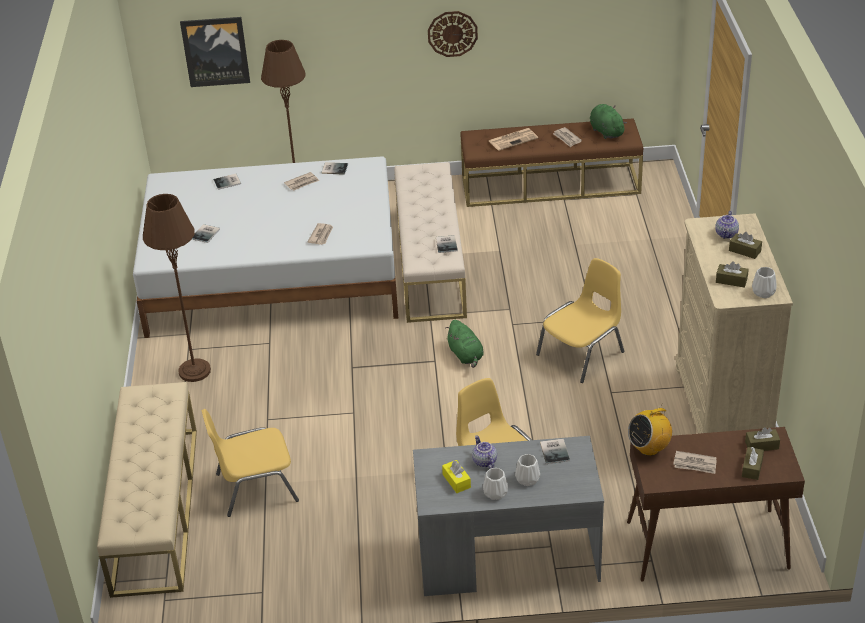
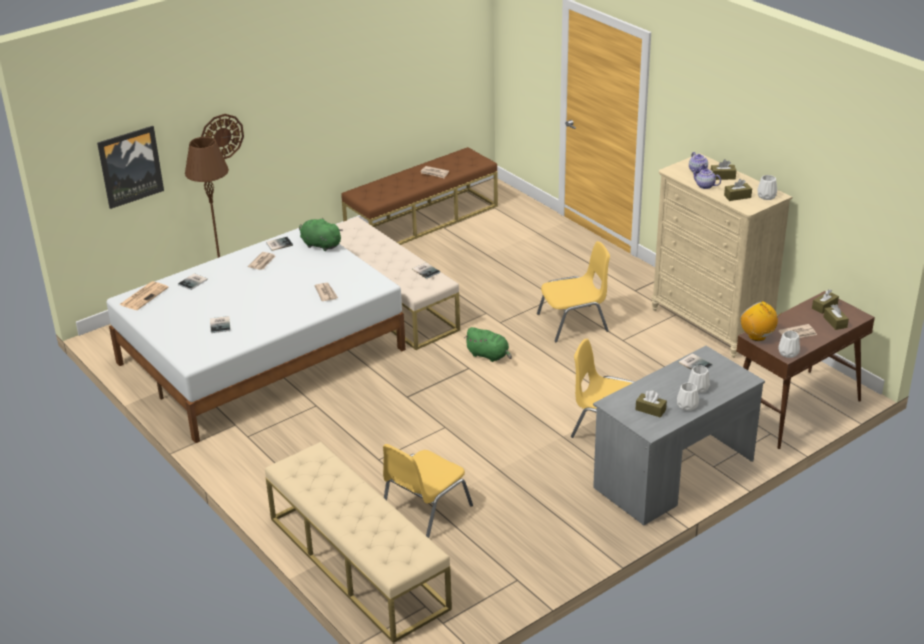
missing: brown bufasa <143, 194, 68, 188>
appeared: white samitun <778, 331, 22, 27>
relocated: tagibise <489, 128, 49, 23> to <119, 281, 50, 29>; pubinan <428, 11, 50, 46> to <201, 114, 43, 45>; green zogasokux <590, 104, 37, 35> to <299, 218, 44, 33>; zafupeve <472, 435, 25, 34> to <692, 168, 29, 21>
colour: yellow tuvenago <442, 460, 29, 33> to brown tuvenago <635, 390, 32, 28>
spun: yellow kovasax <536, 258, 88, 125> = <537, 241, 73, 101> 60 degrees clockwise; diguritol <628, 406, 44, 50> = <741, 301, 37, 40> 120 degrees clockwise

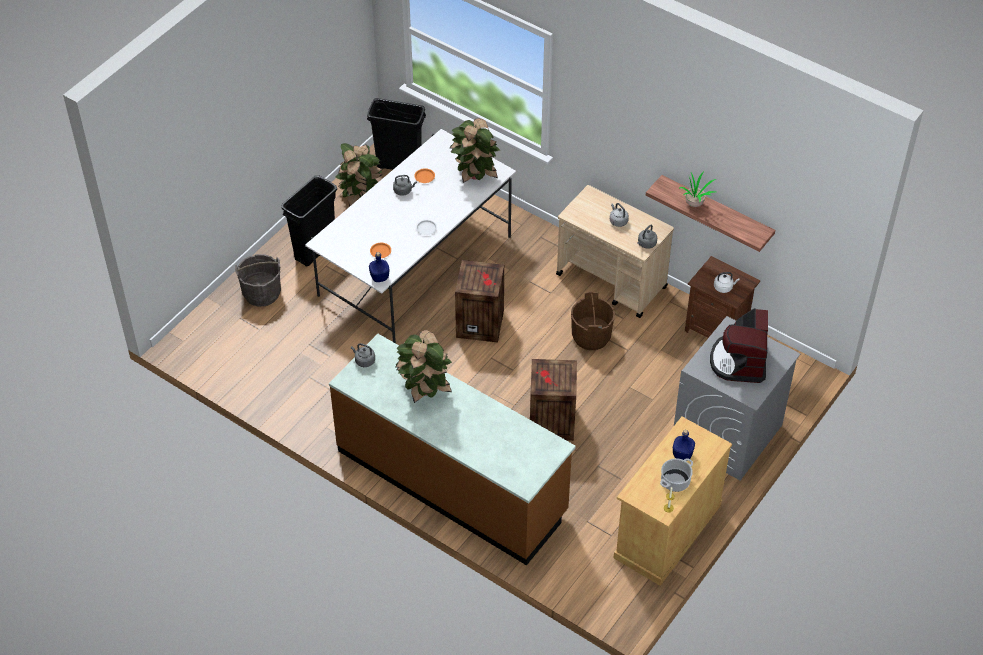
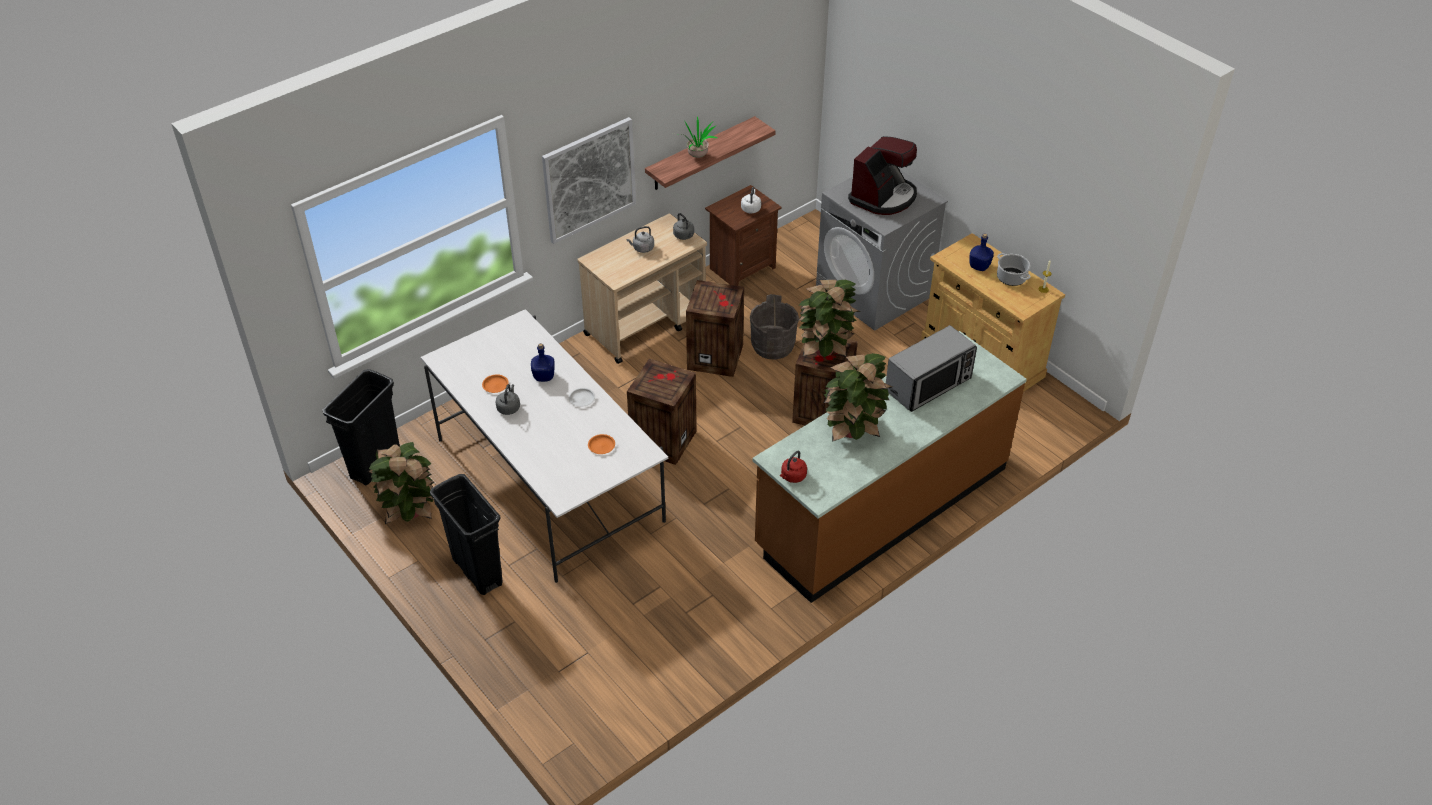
appeared: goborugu <542, 117, 94, 127>; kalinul <886, 325, 91, 87>
relocated: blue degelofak <369, 252, 20, 30> to <531, 343, 24, 39>; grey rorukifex <235, 254, 46, 52> to <750, 294, 49, 66>; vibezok <450, 118, 50, 65> to <798, 280, 62, 77>
exchanged: brown rorukifex <571, 291, 44, 59> to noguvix <686, 280, 58, 97>
colour: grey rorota <351, 343, 24, 24> to red rorota <780, 451, 27, 32>
spun: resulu <710, 308, 58, 75> = <848, 136, 69, 79> 75 degrees counterclockwise

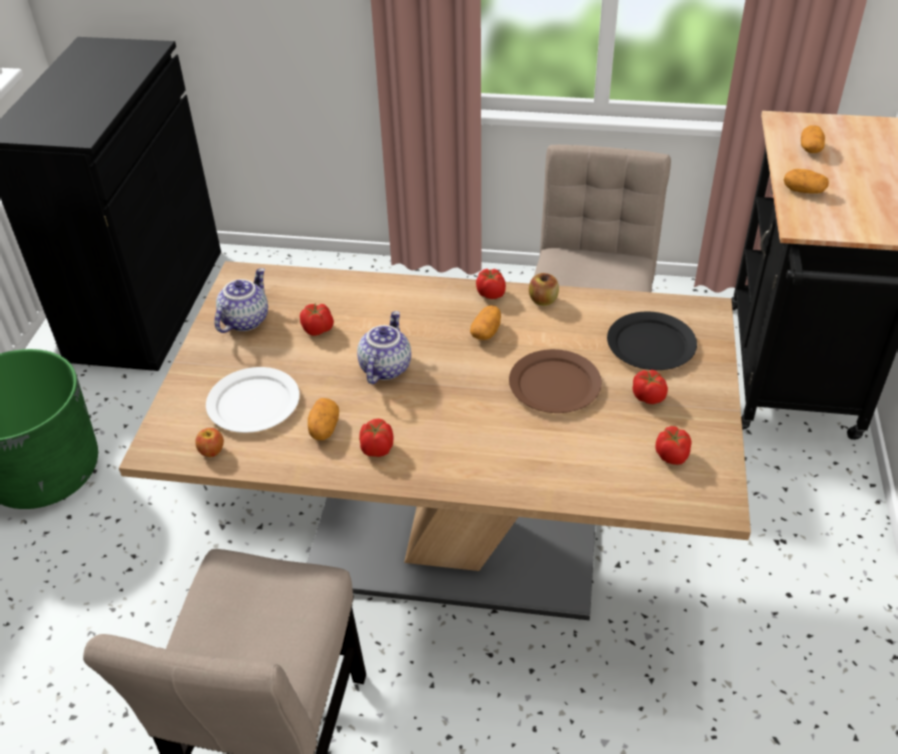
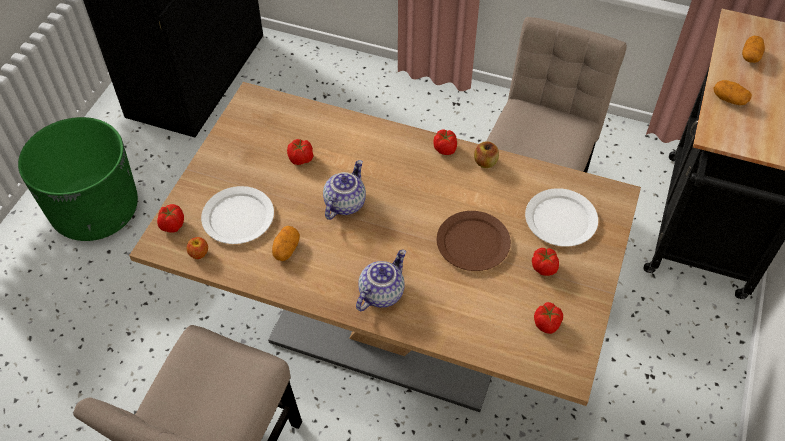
missing: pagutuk <470, 305, 31, 35>
relocated: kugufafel <359, 419, 35, 38> to <157, 204, 27, 29>; zafupeve <214, 268, 54, 65> to <356, 250, 50, 61>
colour: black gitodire <607, 312, 90, 58> to white gitodire <525, 188, 73, 59>

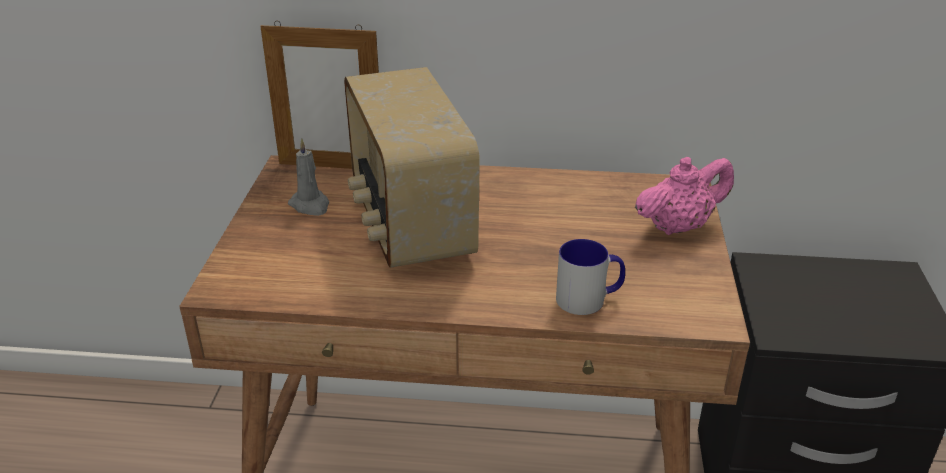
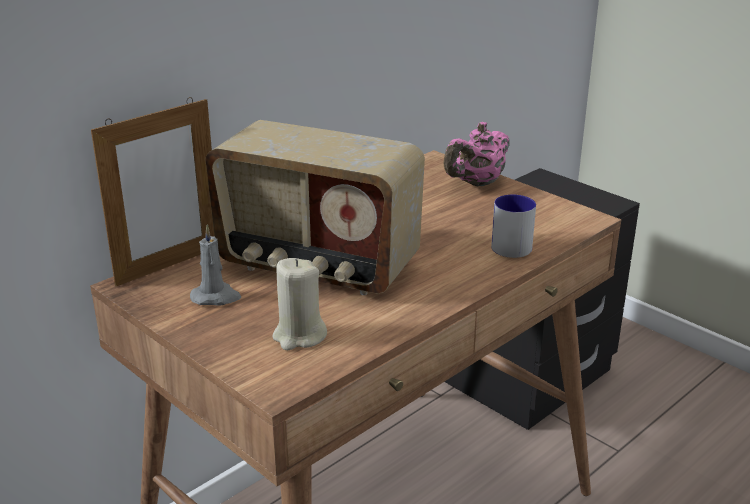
appeared: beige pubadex <272, 258, 55, 92>
spun: pink zafupeve <635, 157, 99, 78> = <443, 122, 67, 64> 150 degrees counterclockwise

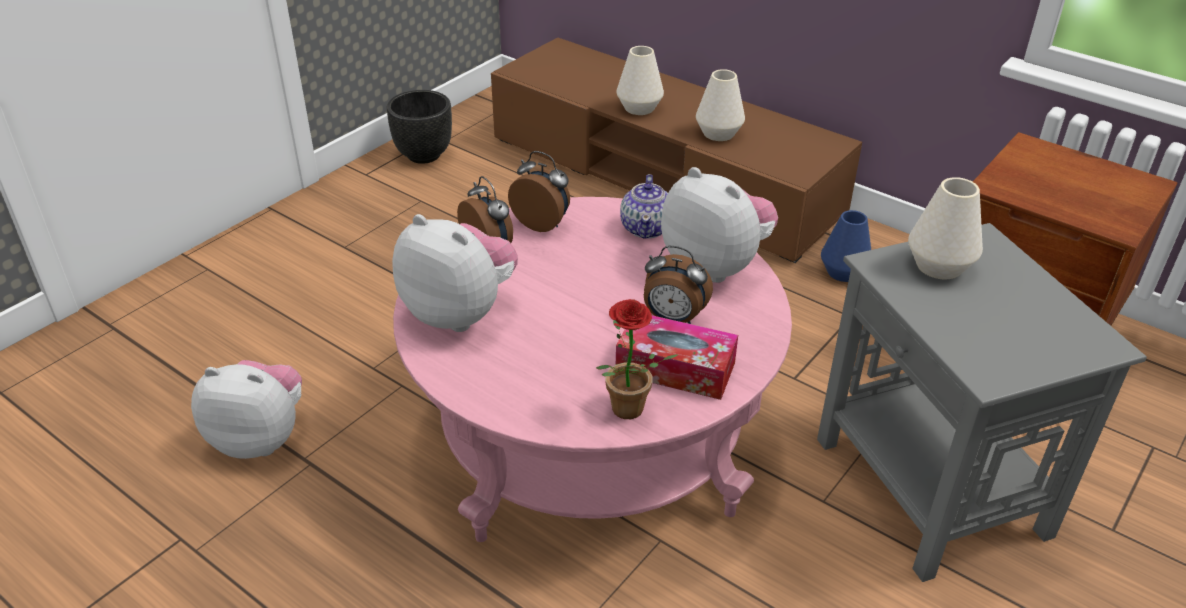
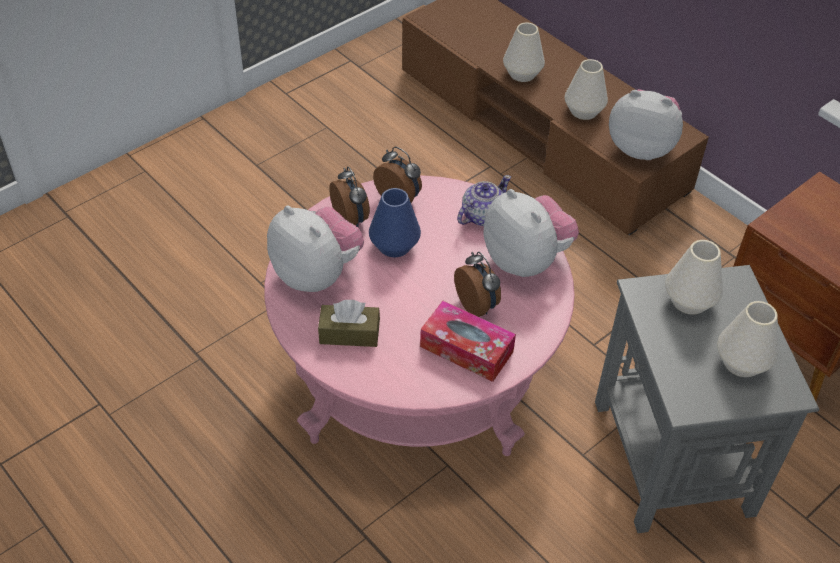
missing: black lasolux <387, 90, 65, 74>; vibezok <596, 299, 83, 120>
appeared: brown tuvenago <318, 300, 62, 47>; white samitun <717, 301, 61, 76>
relocated: blue samitun <821, 210, 50, 72> to <369, 188, 52, 69>; zogasokux <191, 360, 111, 99> to <609, 89, 74, 71>
spun: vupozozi <644, 246, 69, 78> = <454, 252, 47, 65> 150 degrees counterclockwise; zafupeve <620, 174, 48, 65> = <457, 175, 54, 51> 150 degrees counterclockwise

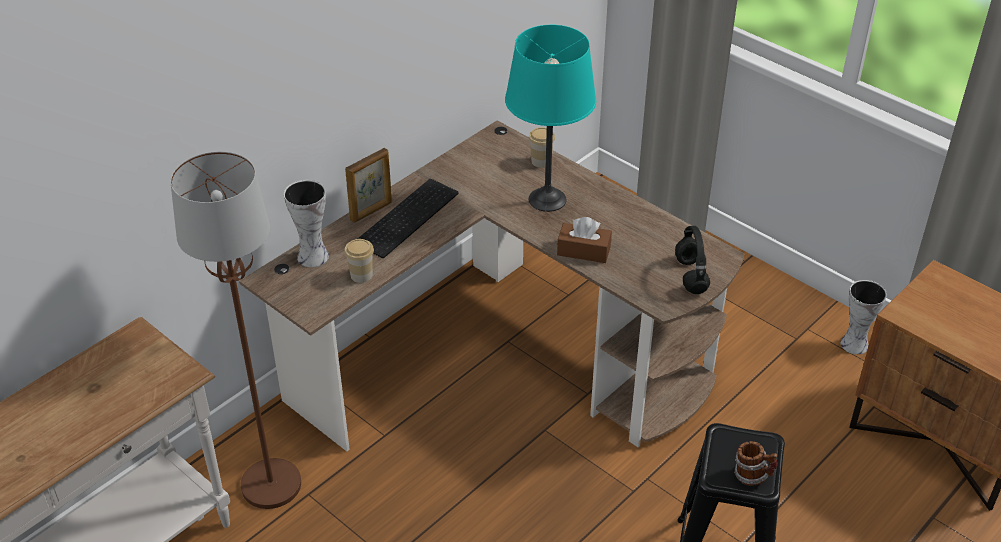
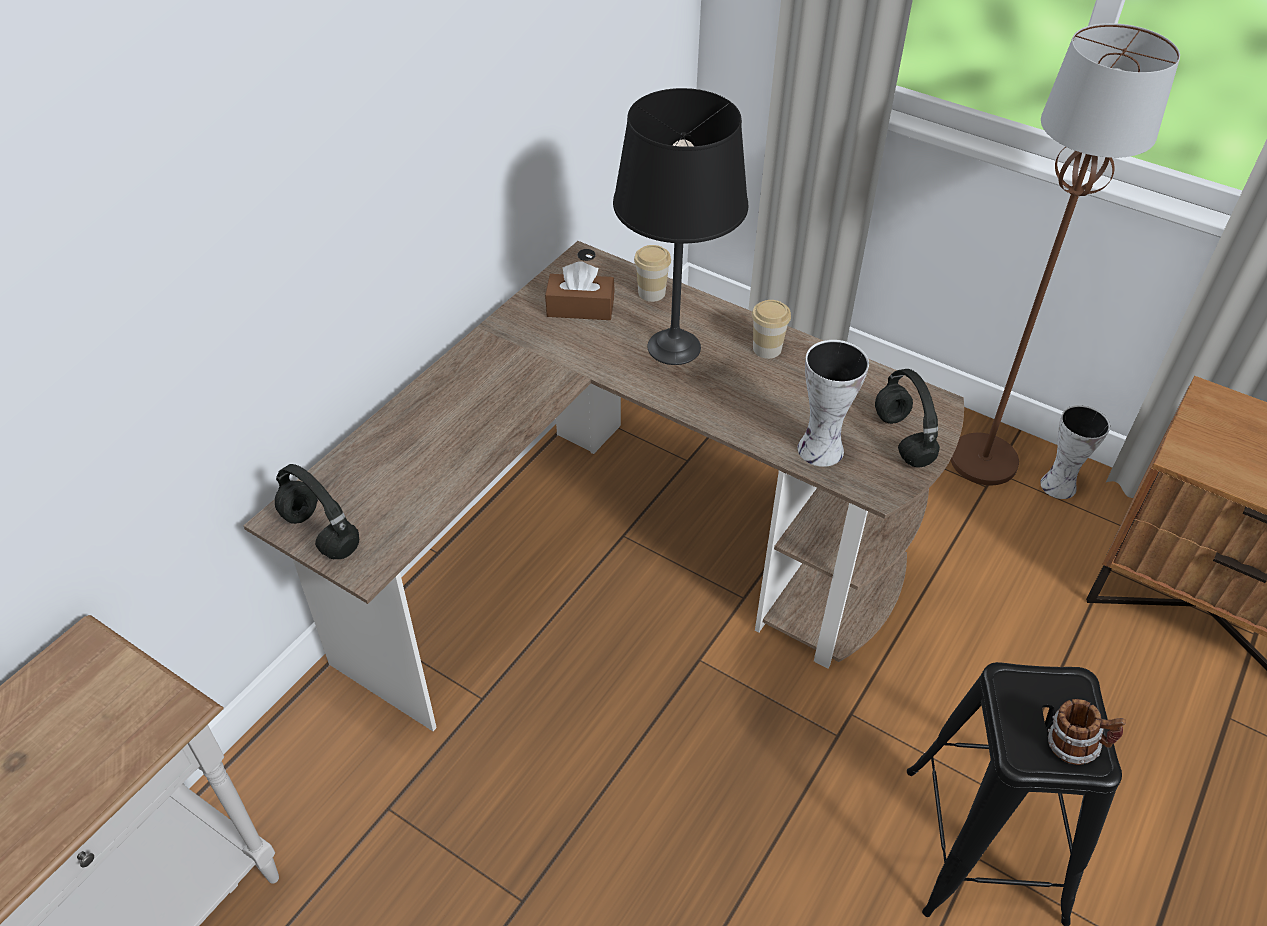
missing: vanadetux <345, 148, 47, 75>; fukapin <358, 179, 101, 79>
appeared: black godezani <275, 464, 84, 95>
relocated: brown tuvenago <557, 217, 55, 46> to <545, 261, 70, 59>; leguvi <344, 239, 30, 44> to <752, 300, 39, 59>; samitun <284, 180, 45, 87> to <798, 340, 71, 127>; brown bufasa <170, 151, 131, 358> to <951, 23, 229, 462>
colour: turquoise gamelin <505, 25, 91, 187> to black gamelin <613, 88, 135, 277>

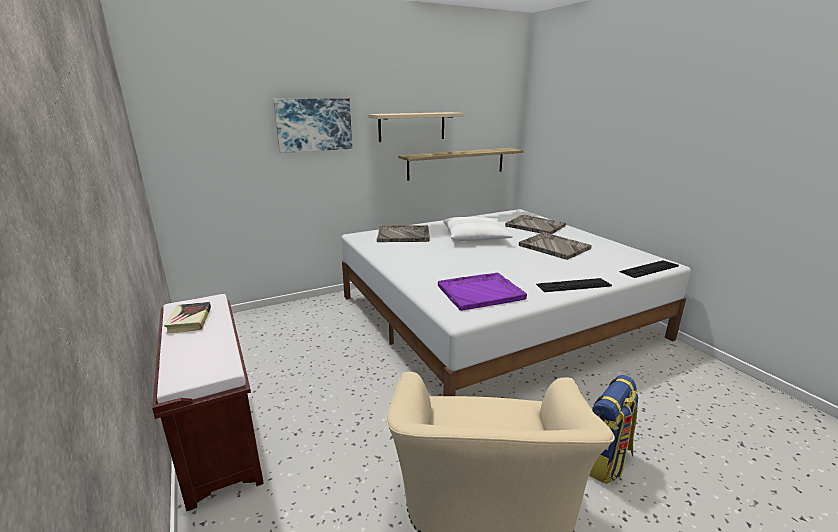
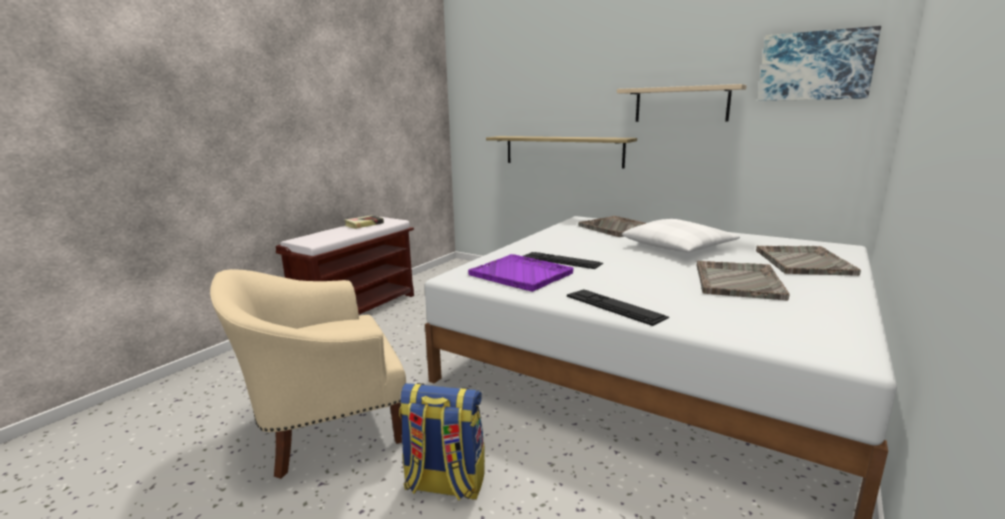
relocated: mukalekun <398, 148, 126, 33> to <486, 136, 151, 32>; fukapin <619, 260, 60, 18> to <523, 252, 80, 17>; goborugu <273, 98, 79, 55> to <757, 26, 124, 75>

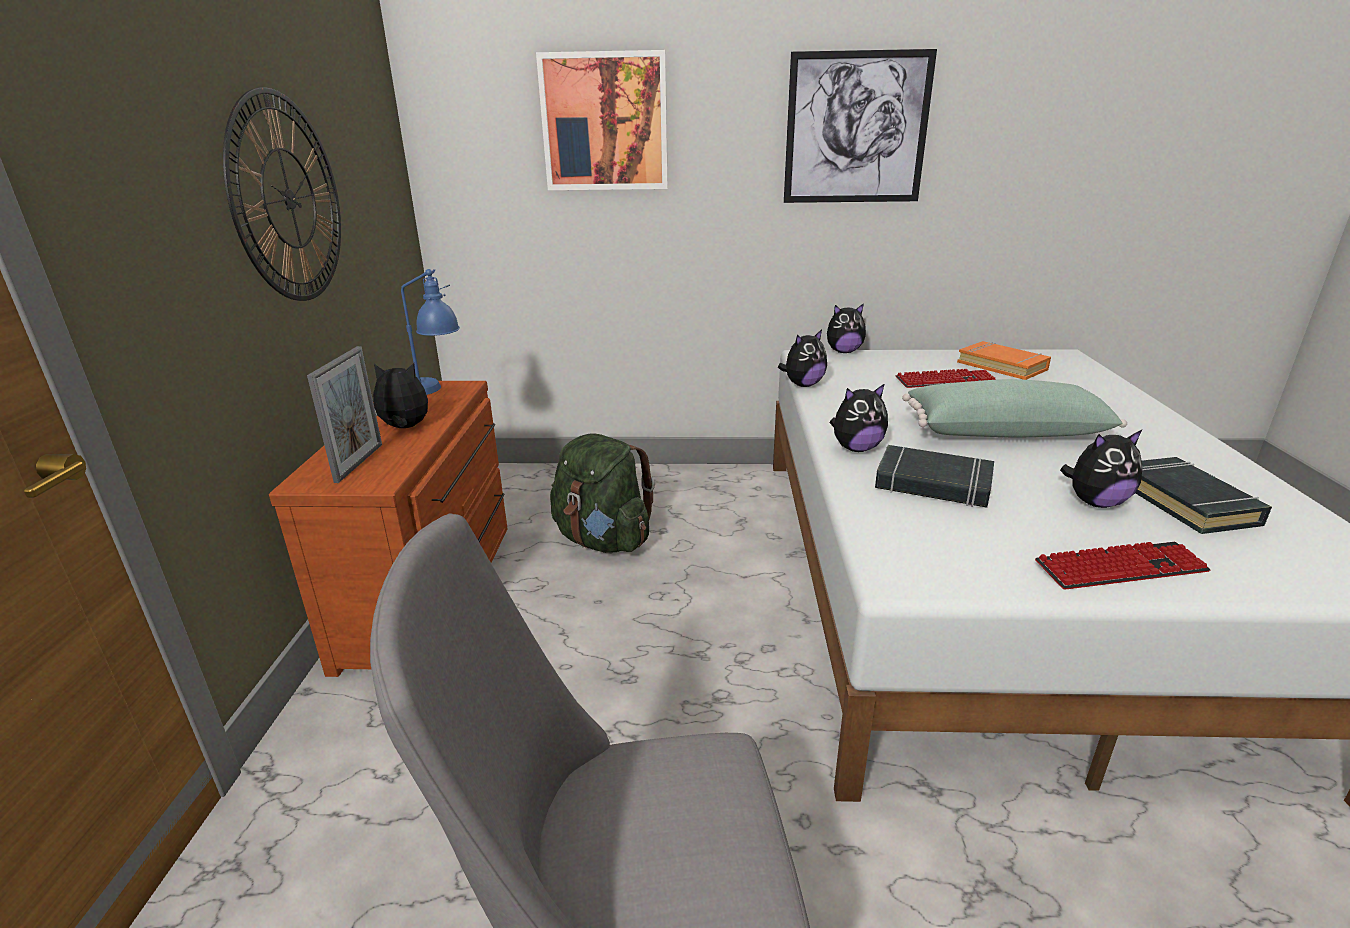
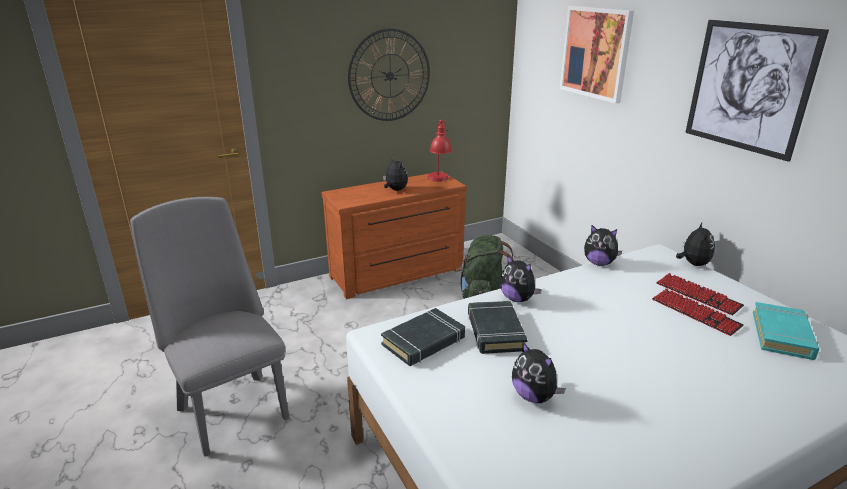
missing: vanadetux <307, 346, 75, 137>; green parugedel <902, 379, 225, 58>
relocated: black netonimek <1136, 457, 136, 77> to <381, 308, 84, 58>; fukapin <1035, 542, 176, 48> to <656, 273, 88, 42>
colour: blue gamelin <401, 269, 59, 126> to red gamelin <427, 120, 25, 62>; orange netonimek <957, 341, 94, 39> to turquoise netonimek <753, 302, 66, 58>
spun: zogasokux <827, 304, 39, 49> = <676, 222, 39, 44> 135 degrees counterclockwise

